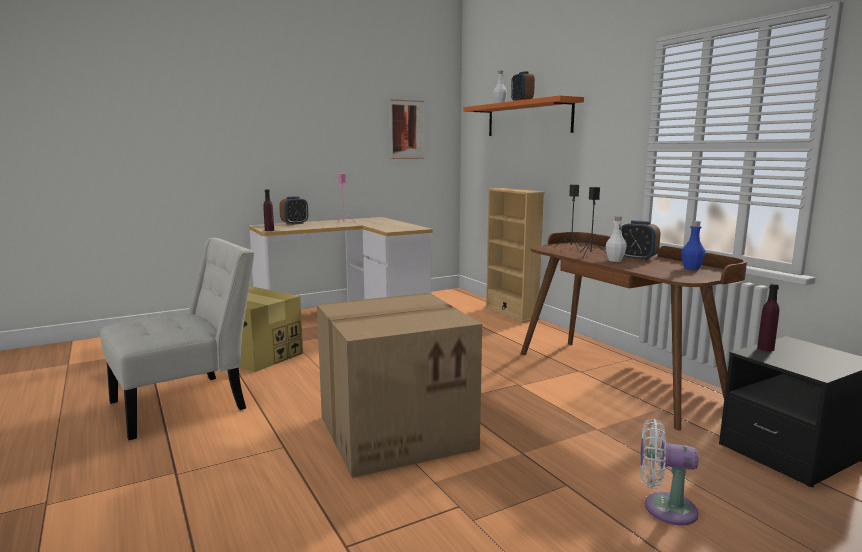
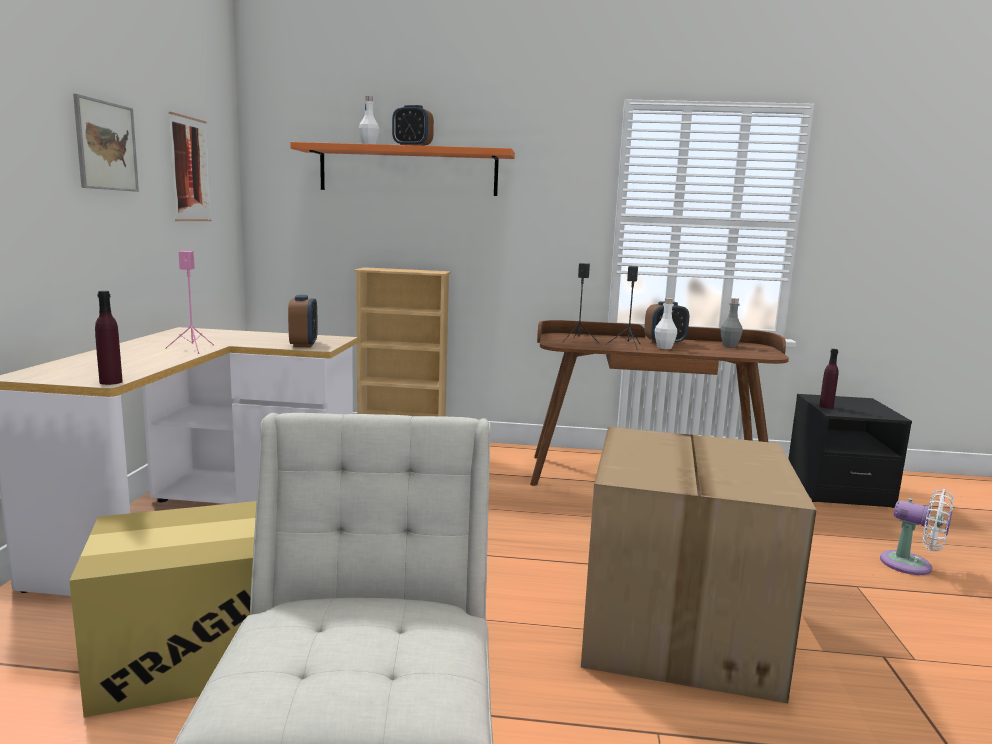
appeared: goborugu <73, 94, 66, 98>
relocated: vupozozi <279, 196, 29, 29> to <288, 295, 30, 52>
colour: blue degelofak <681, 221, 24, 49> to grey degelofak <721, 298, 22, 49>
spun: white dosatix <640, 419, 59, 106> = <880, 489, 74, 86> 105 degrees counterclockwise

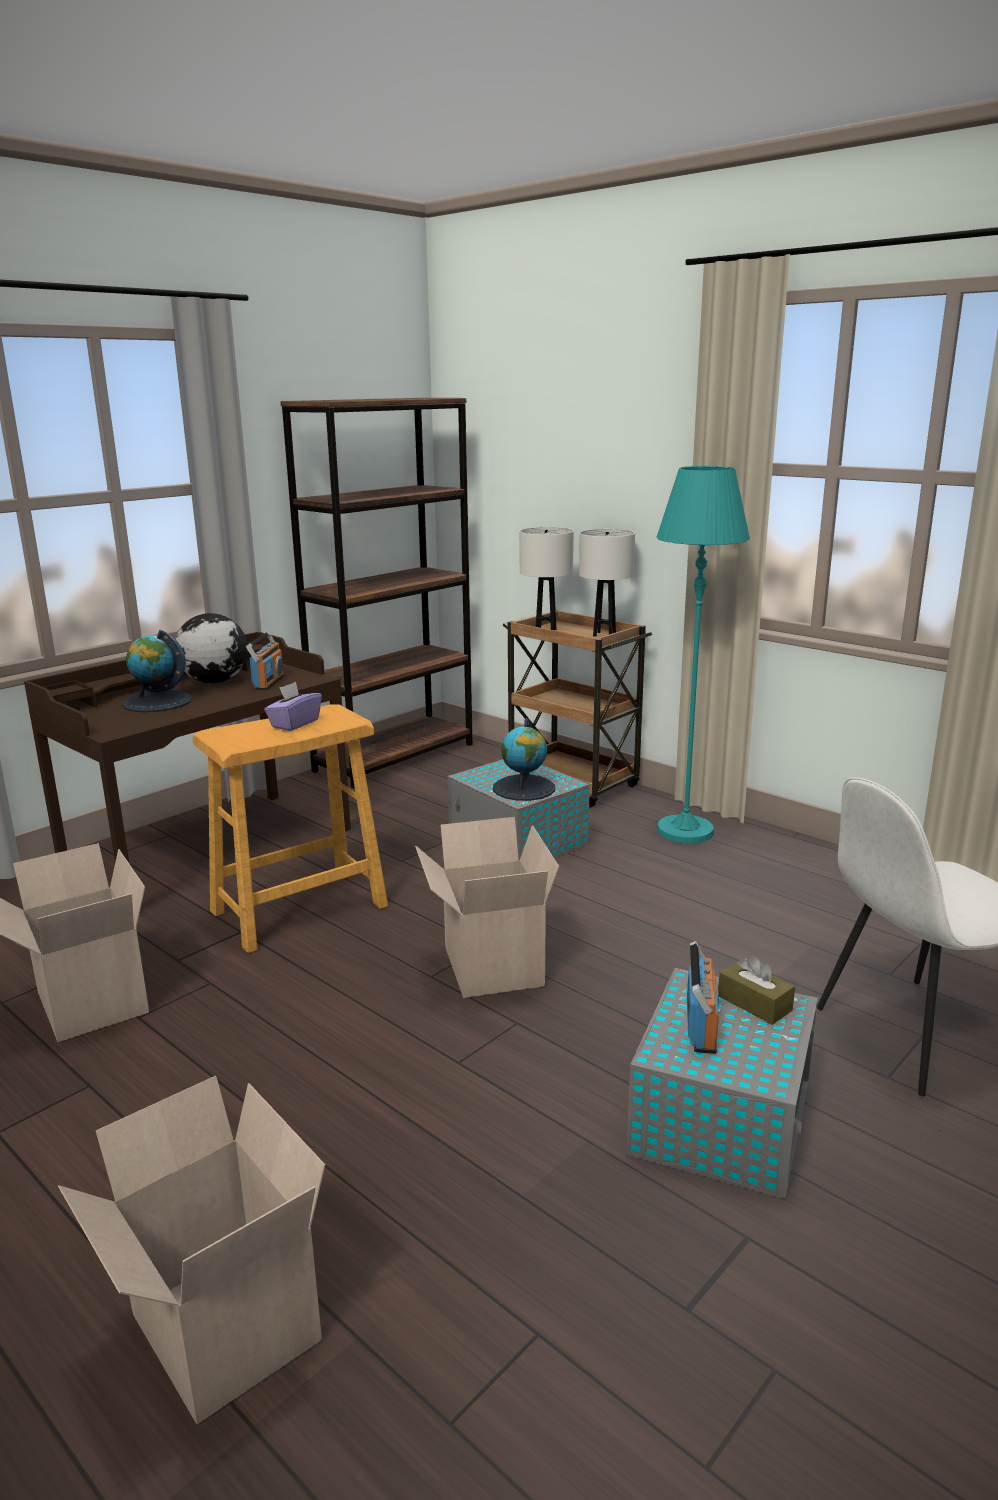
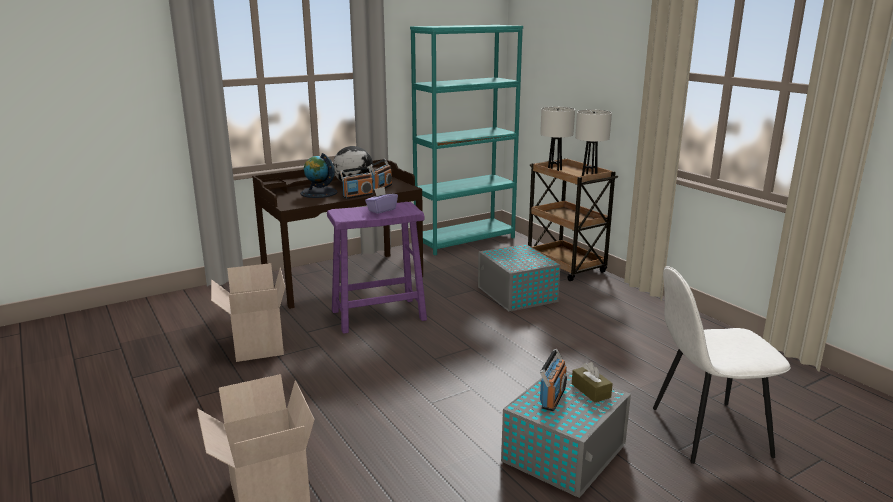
missing: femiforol <415, 817, 144, 181>; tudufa <493, 718, 62, 83>; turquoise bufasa <656, 466, 94, 378>
appeared: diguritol <340, 166, 33, 33>
colour: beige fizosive <192, 704, 196, 249> to purple fizosive <327, 202, 100, 132>; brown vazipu <280, 398, 193, 391> to turquoise vazipu <410, 25, 113, 230>

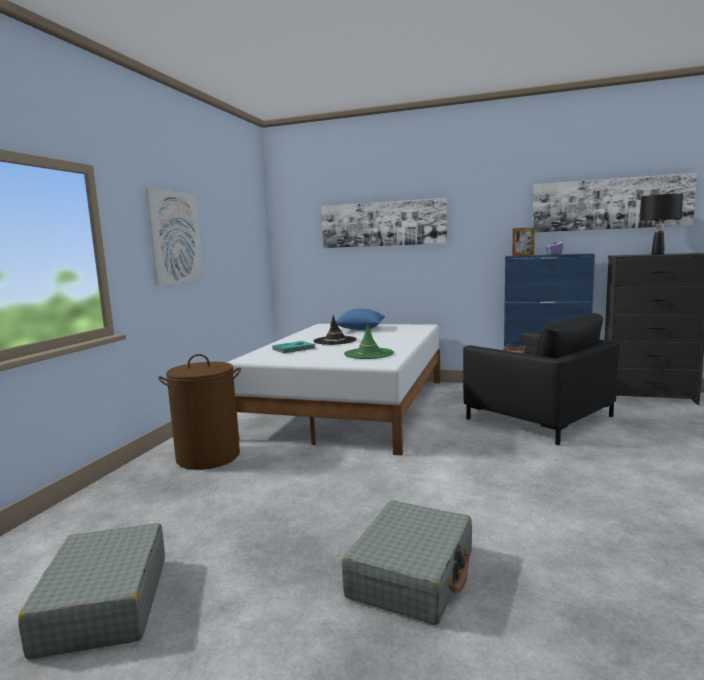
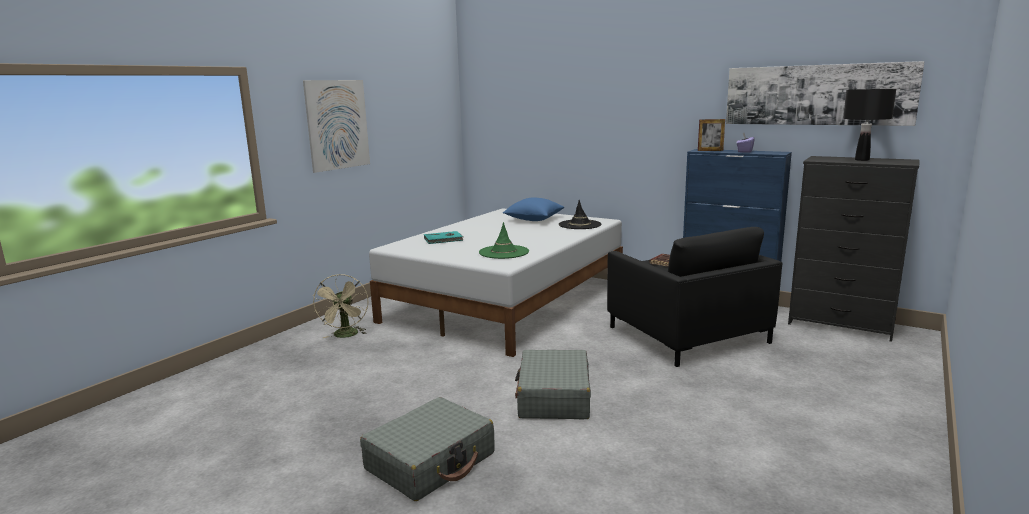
missing: goborugu <321, 198, 126, 50>
relocated: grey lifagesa <18, 523, 147, 137> to <515, 350, 76, 69>; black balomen <314, 315, 43, 30> to <559, 200, 42, 29>
exchanged: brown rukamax <158, 354, 83, 116> to beige dosatix <312, 274, 56, 64>

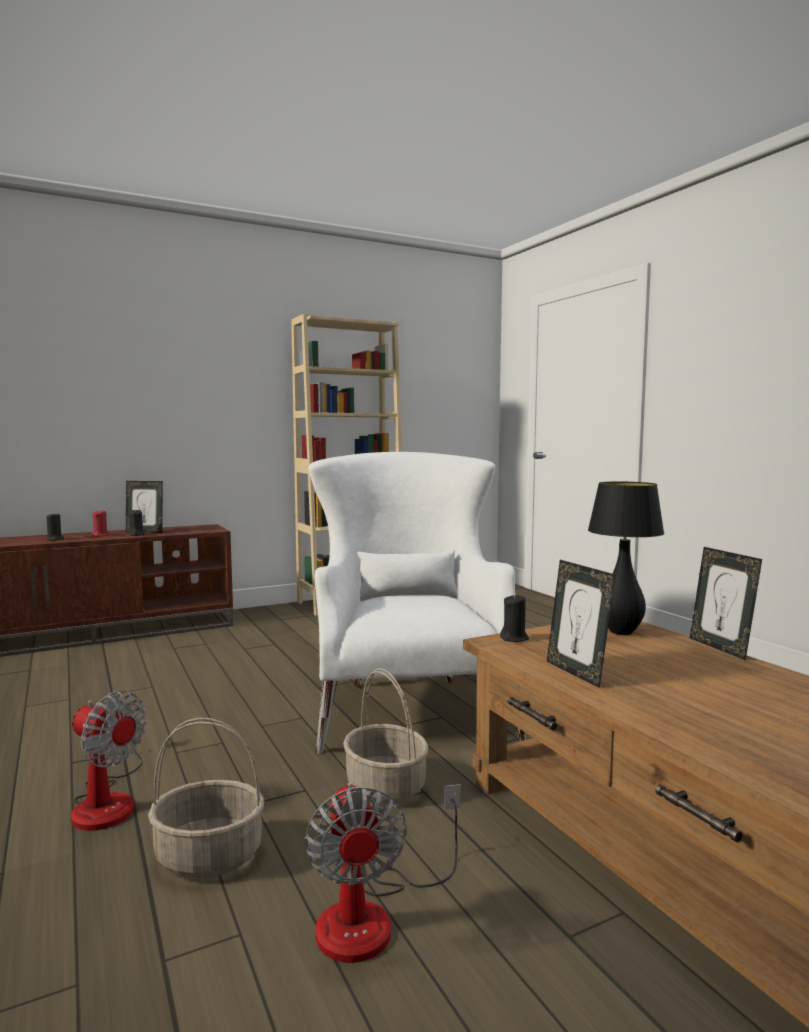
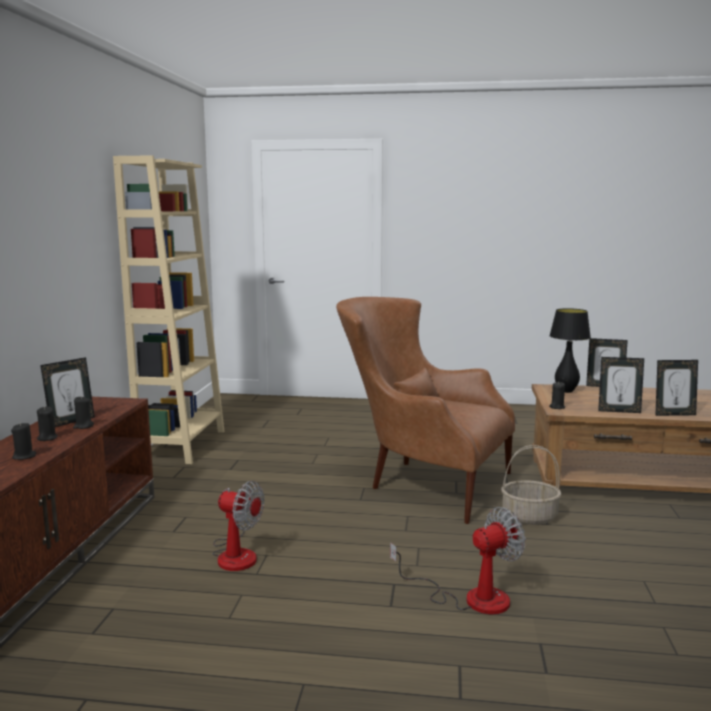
missing: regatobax <148, 718, 116, 160>
appeared: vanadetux <655, 360, 43, 56>
relocated: dosatix <305, 782, 156, 181> to <212, 481, 52, 90>
colour: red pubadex <92, 509, 17, 27> to black pubadex <37, 406, 21, 35>; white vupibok <308, 452, 218, 301> to brown vupibok <336, 297, 179, 227>

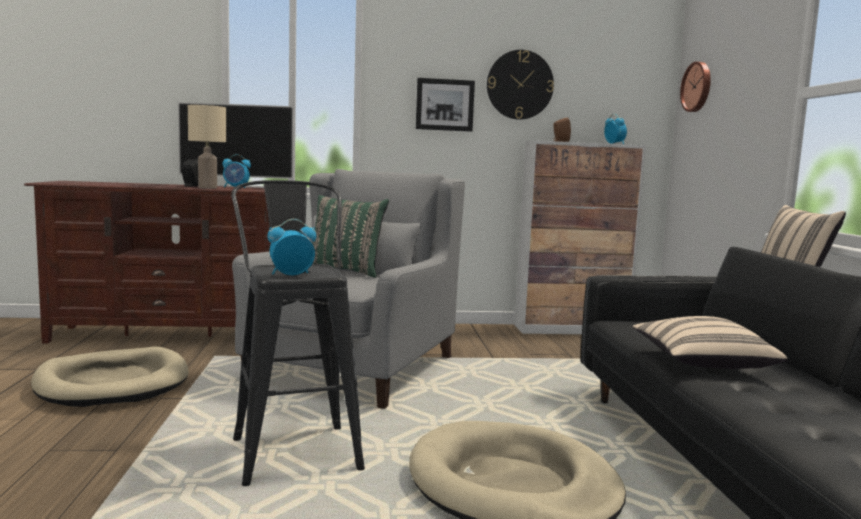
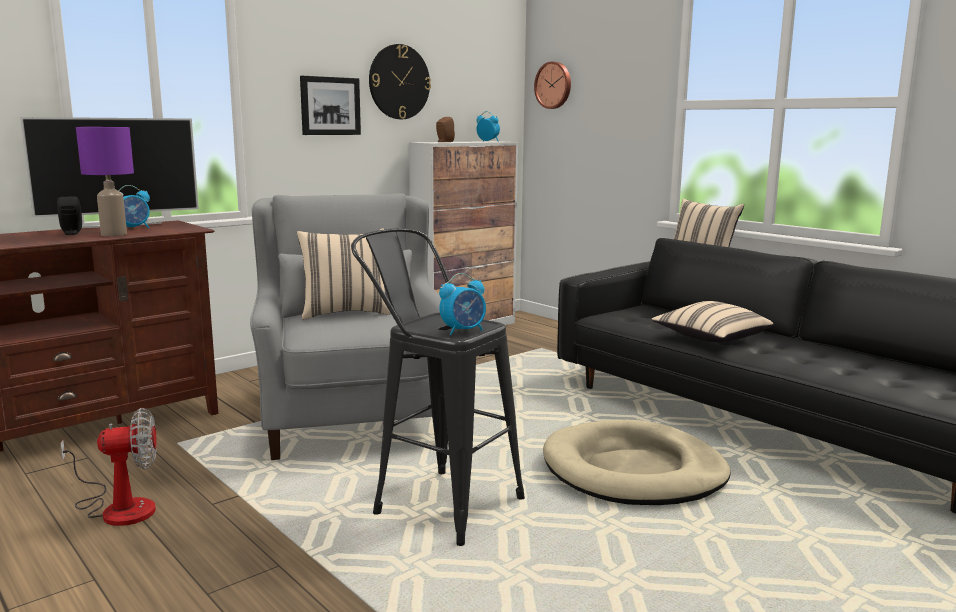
exchanged: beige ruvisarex <31, 347, 158, 60> to dosatix <60, 408, 97, 118>
colour: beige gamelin <188, 105, 38, 84> to purple gamelin <76, 127, 58, 109>; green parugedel <312, 195, 77, 83> to beige parugedel <297, 228, 94, 92>
spun: vupozozi <267, 219, 49, 56> = <439, 273, 47, 62> 150 degrees counterclockwise

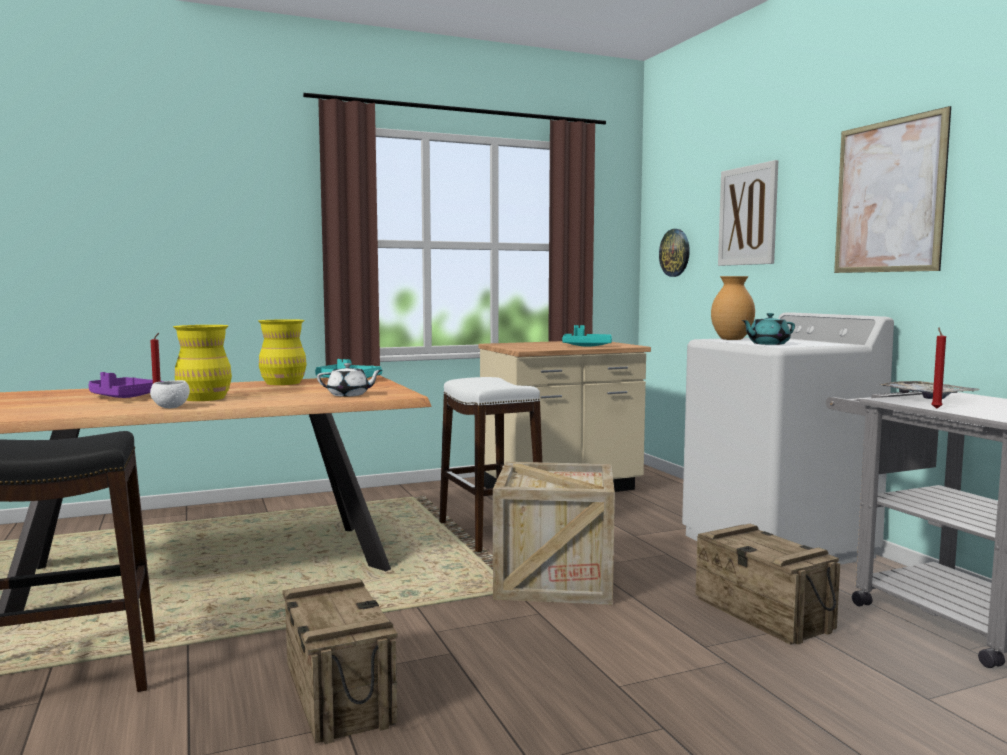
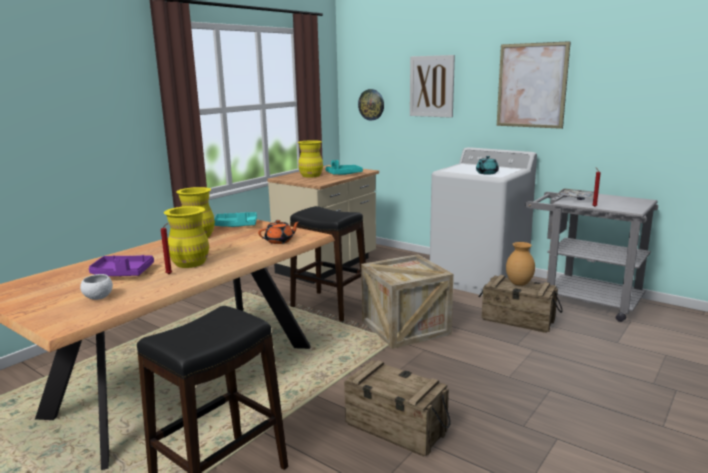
appeared: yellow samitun <298, 140, 25, 38>
relocated: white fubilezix <150, 380, 40, 28> to <80, 274, 33, 26>; brown samitun <711, 276, 44, 64> to <506, 242, 29, 44>
colour: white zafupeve <317, 363, 65, 34> to orange zafupeve <258, 220, 42, 24>; white fizosive <439, 377, 103, 175> to black fizosive <290, 206, 76, 116>

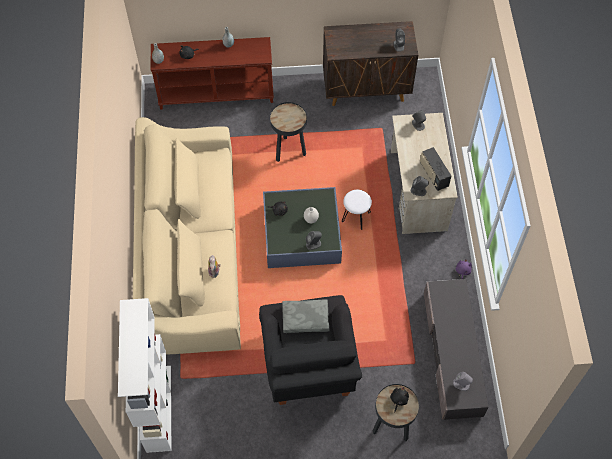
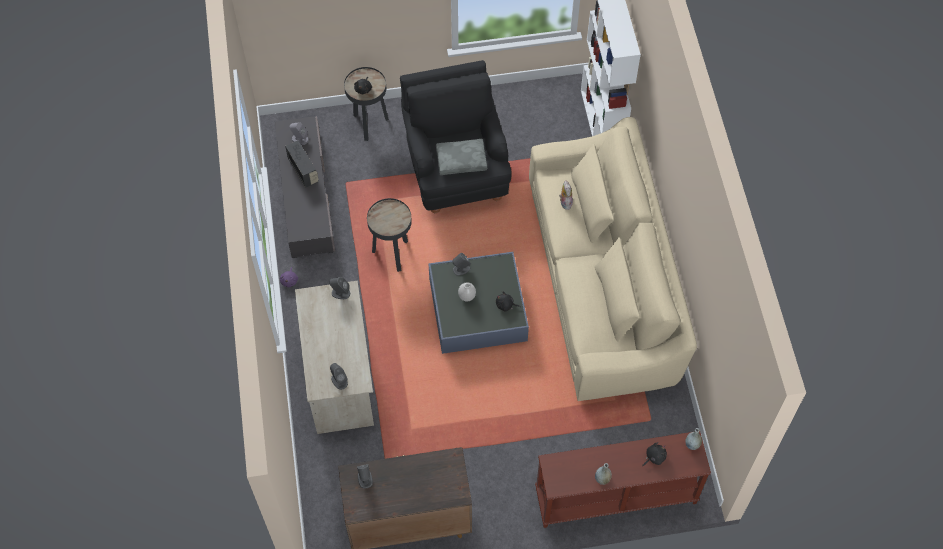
missing: white fizosive <342, 190, 30, 40>
relocated: diguritol <420, 147, 31, 44> to <285, 141, 34, 47>; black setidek <270, 102, 37, 60> to <367, 198, 45, 74>

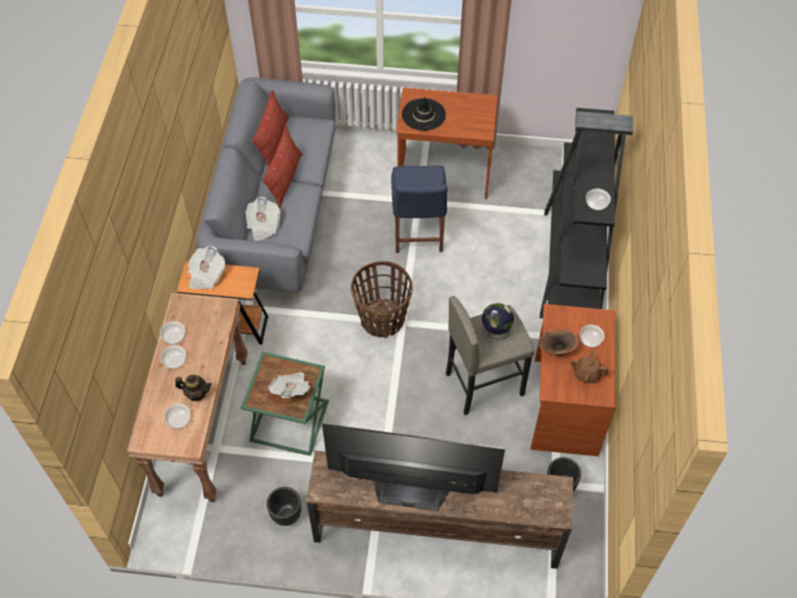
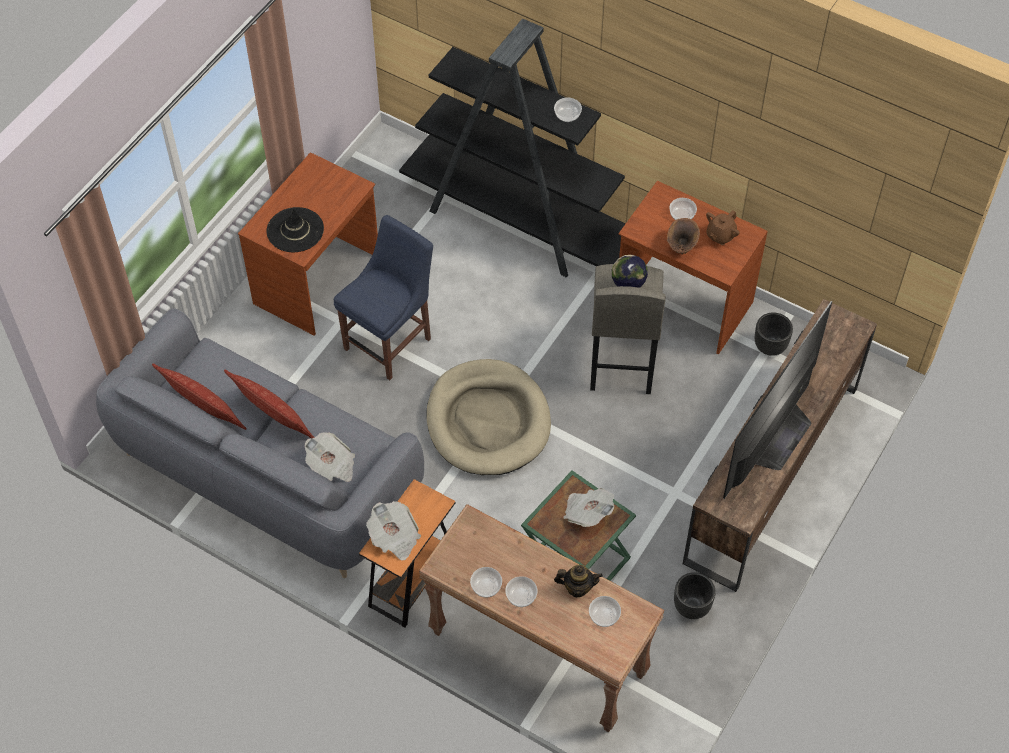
exchanged: regatobax <351, 261, 61, 77> to beige ruvisarex <426, 359, 125, 116>
spun: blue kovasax <391, 166, 57, 87> = <334, 215, 99, 165> 75 degrees counterclockwise; zafupeve <175, 374, 36, 27> = <554, 565, 49, 32> 60 degrees clockwise

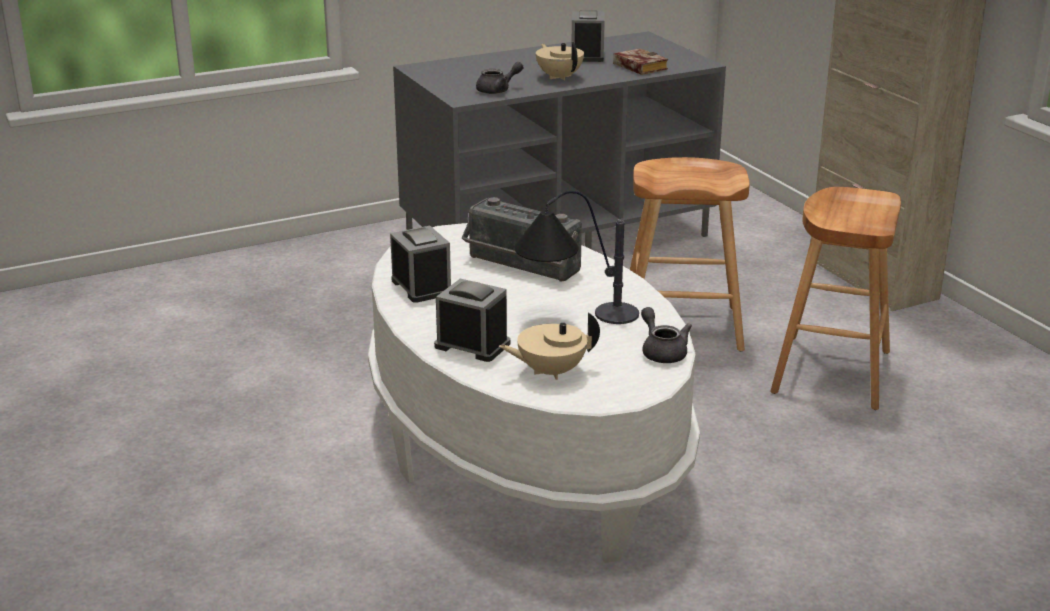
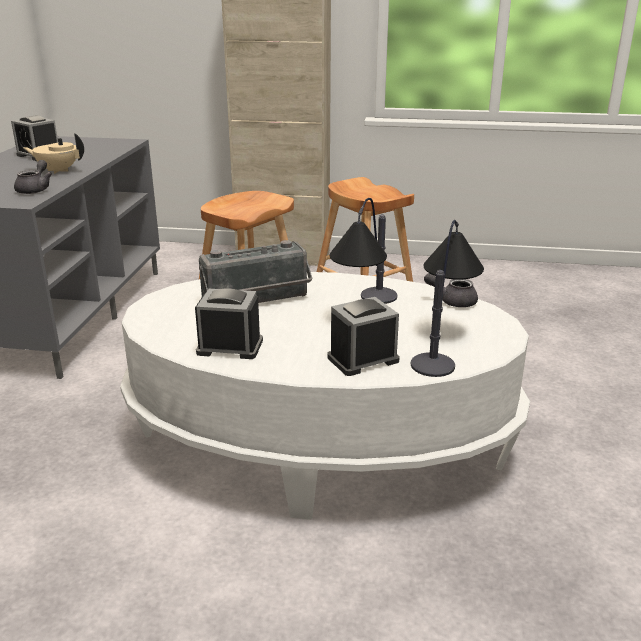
missing: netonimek <613, 48, 55, 27>
exchanged: beige zafupeve <499, 313, 101, 67> to gamelin <411, 220, 73, 157>

